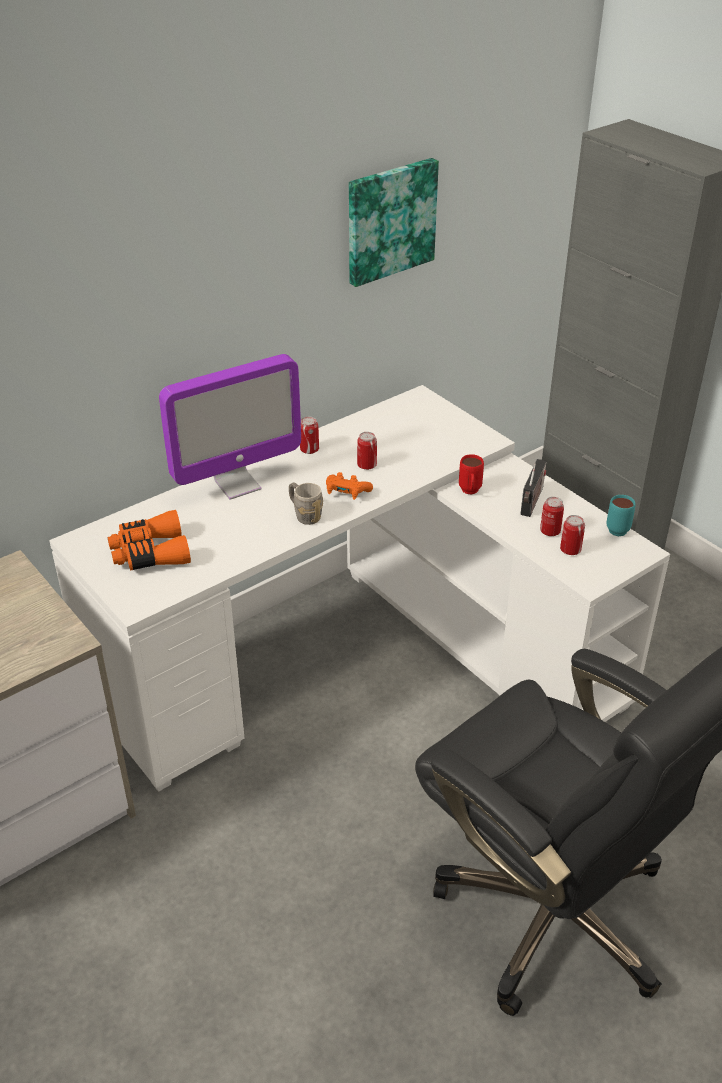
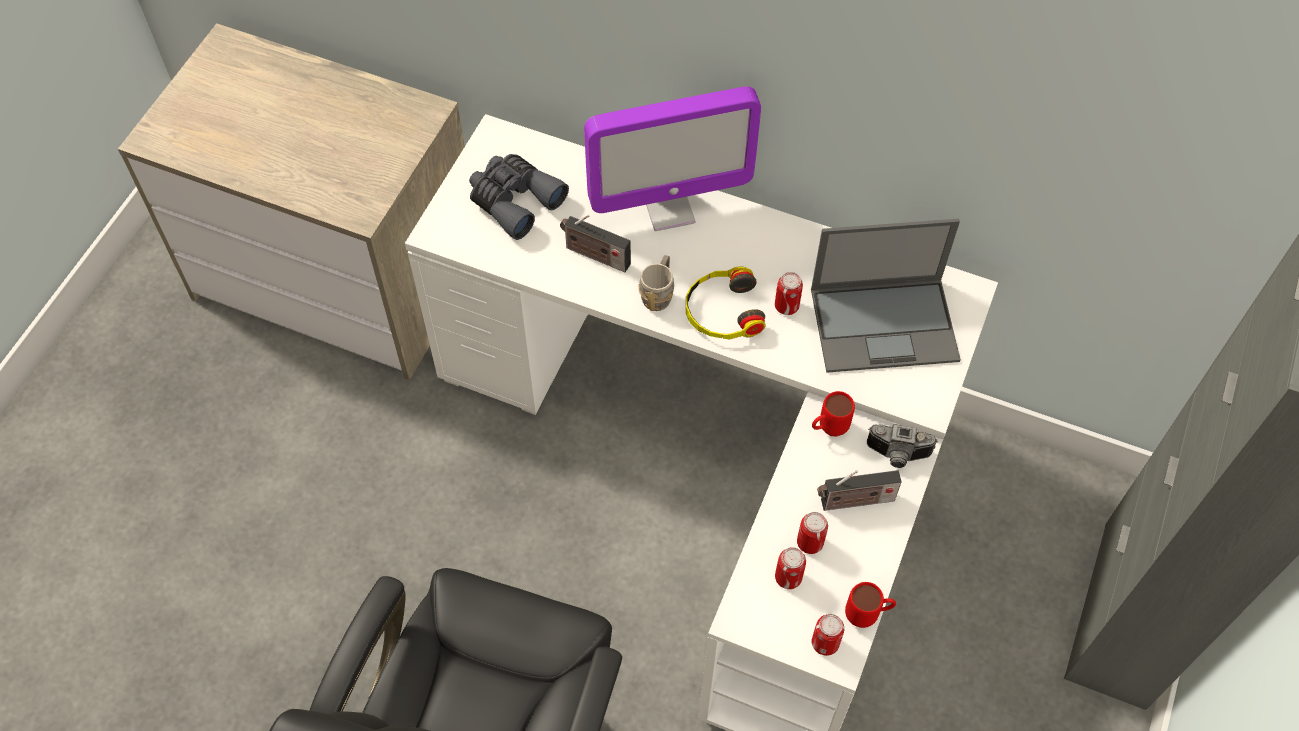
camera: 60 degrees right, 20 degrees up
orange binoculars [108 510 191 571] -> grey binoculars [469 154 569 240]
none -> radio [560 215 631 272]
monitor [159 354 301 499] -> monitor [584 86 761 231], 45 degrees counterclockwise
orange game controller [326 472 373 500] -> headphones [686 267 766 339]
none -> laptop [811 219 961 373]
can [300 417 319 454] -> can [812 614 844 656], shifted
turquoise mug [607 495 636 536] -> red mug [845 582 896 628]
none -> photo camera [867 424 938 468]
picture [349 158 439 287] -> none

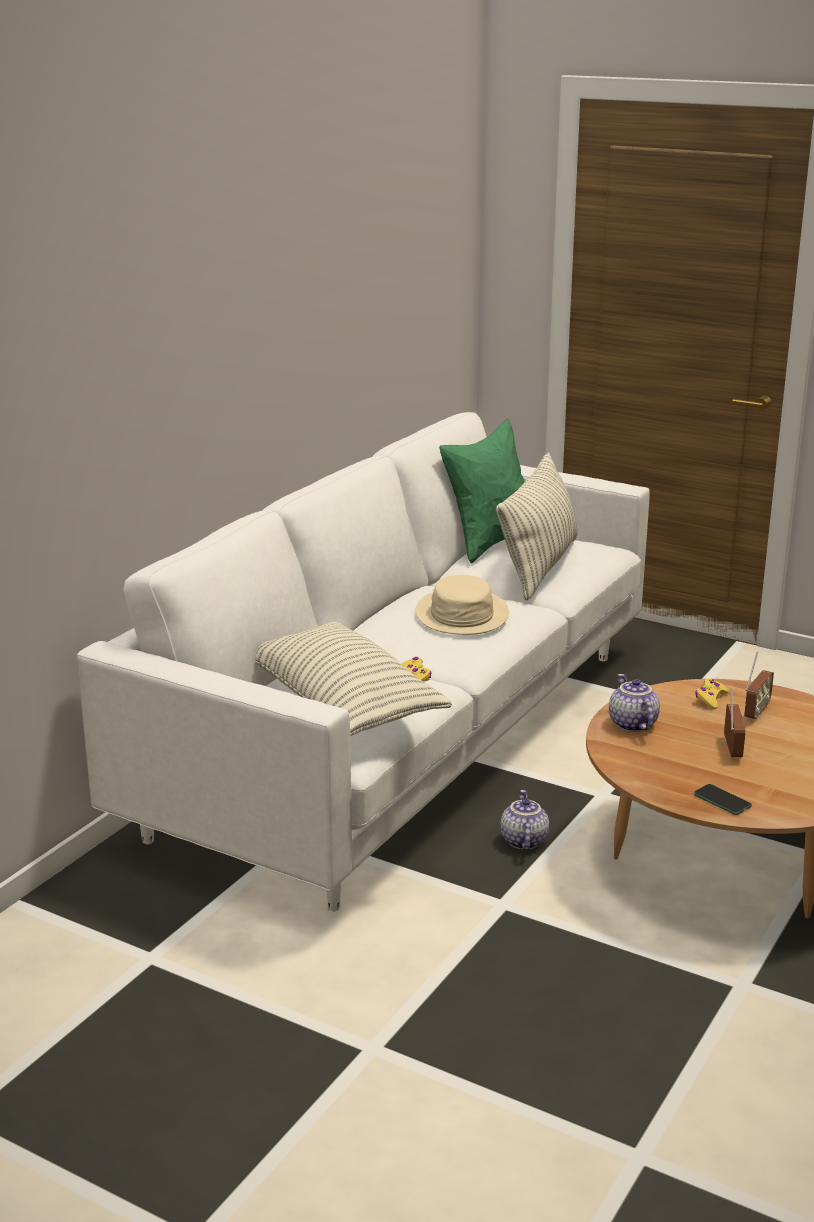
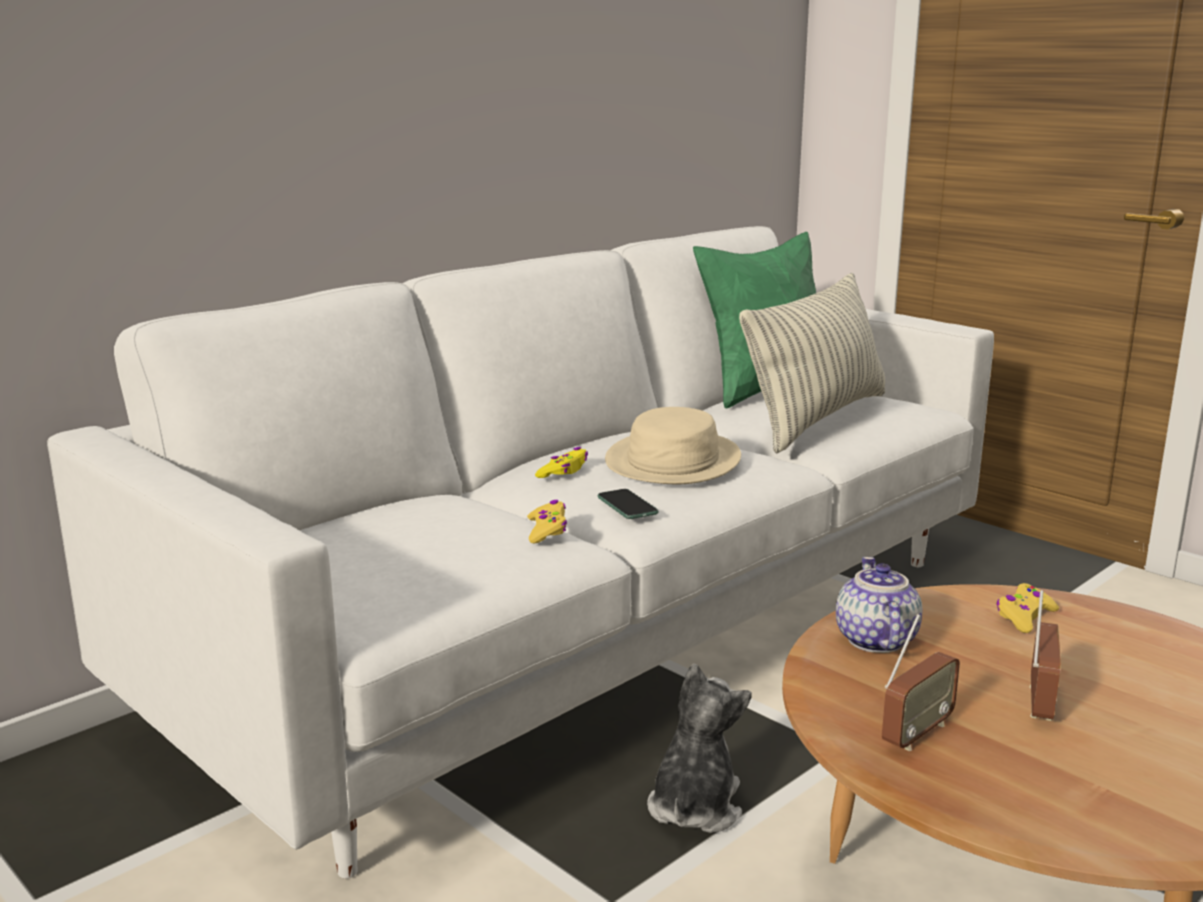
camera: 15 degrees right, 5 degrees down
none -> yellow game controller [535 447 588 478]
phone [694 784 752 815] -> phone [598 489 658 519], shifted
teapot [500 790 549 850] -> plush toy [647 664 751 833]
radio [744 652 774 721] -> radio [882 614 960 751], shifted
pillow [255 622 452 736] -> none

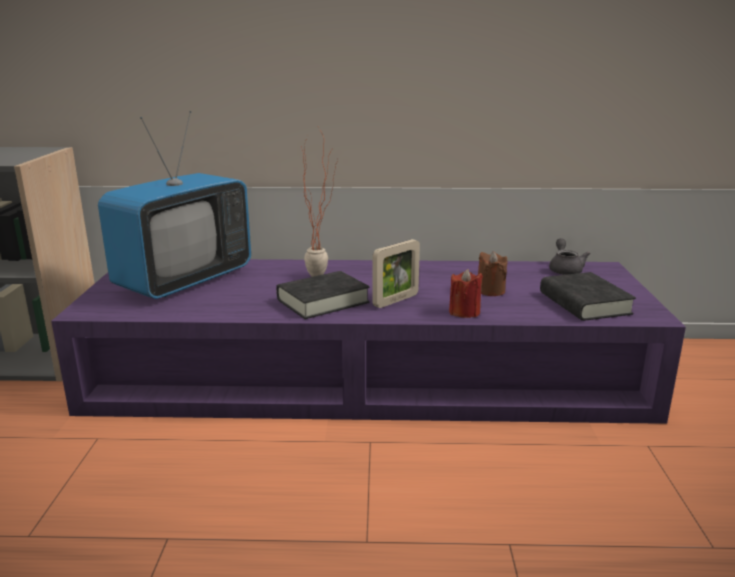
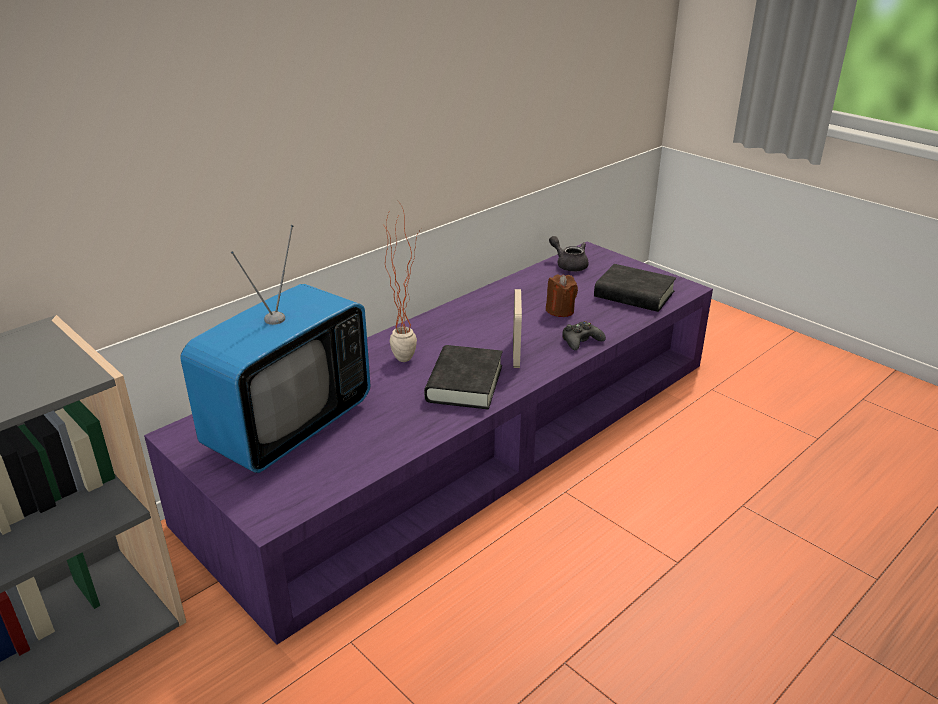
camera: 45 degrees left, 10 degrees up
television [98 111 251 299] -> television [180 225 371 473], 45 degrees clockwise
red candle [449 269 483 318] -> black game controller [562 321 606 350]

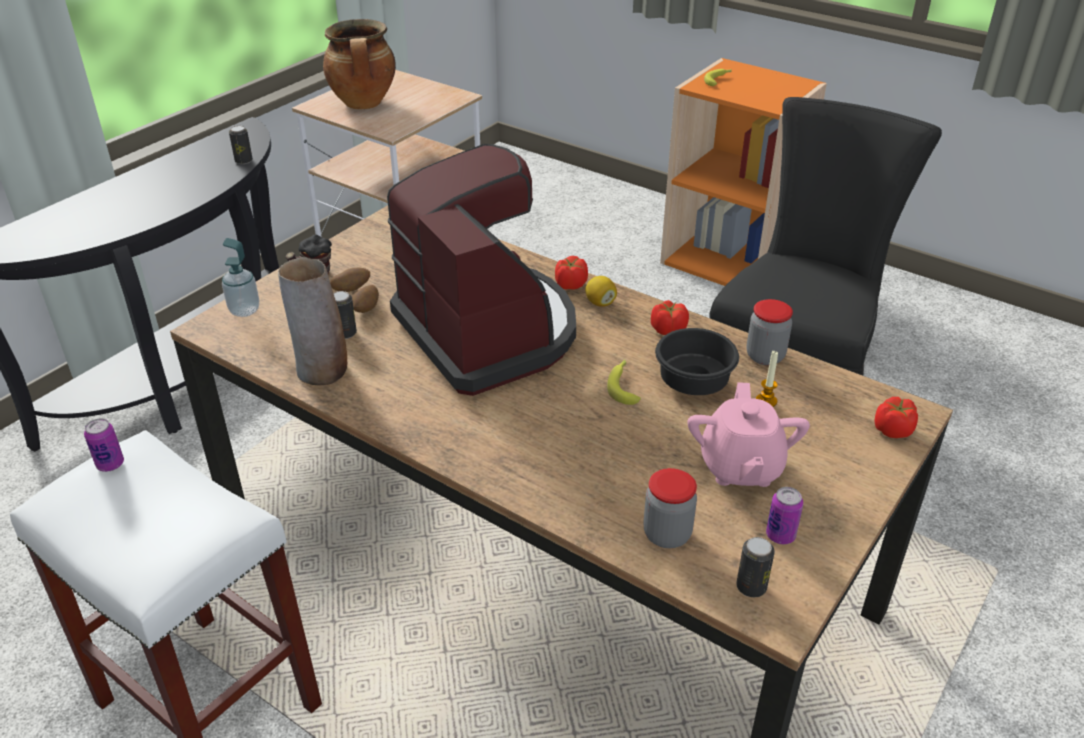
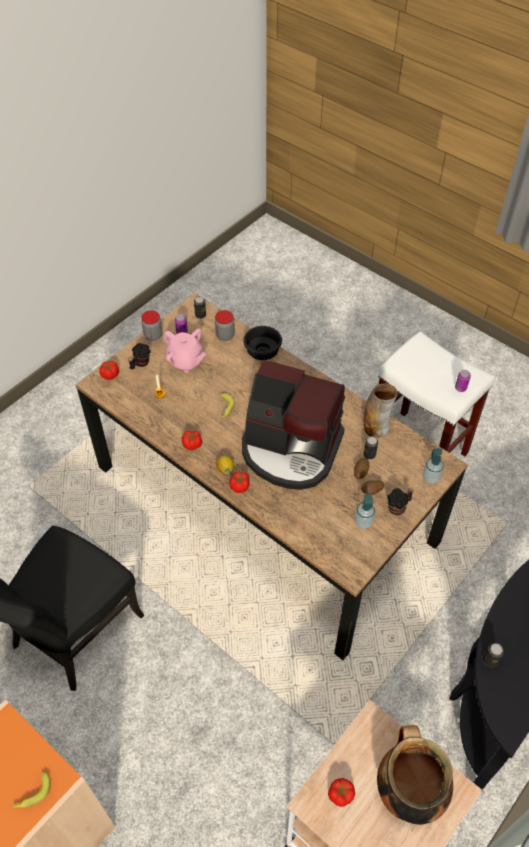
camera: 175 degrees left, 15 degrees up
none -> mug [128 343 151 370]
jar [746 299 793 365] -> jar [141 310 162 341], shifted
pink teapot [688 382 810 487] -> pink teapot [163 329 207 373], 120 degrees clockwise
coffee machine [387 144 576 396] -> coffee machine [242 360 345 490], 45 degrees counterclockwise
black bowl [655 328 739 395] -> black bowl [243 326 282 360], shifted
none -> tomato [328 778 355 807]
none -> soap dispenser [355 494 375 529]

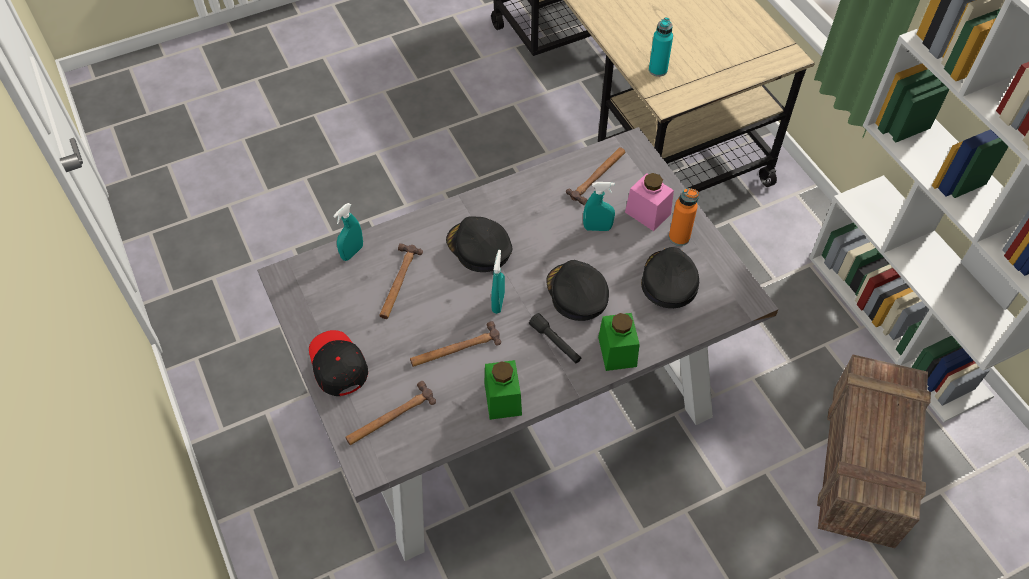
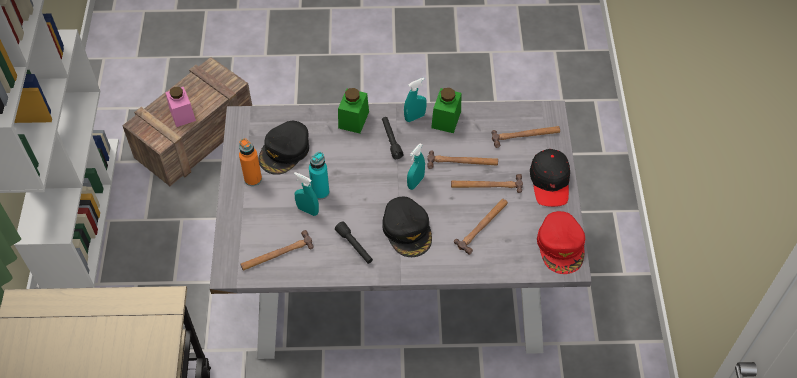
camera: 155 degrees left, 0 degrees up
pink jar [625 173 674 231] -> pink jar [165 87 196 127], shifted
turquoise bottle [649 17 673 77] -> turquoise bottle [309 152 329 199], shifted
none -> black flashlight [335 221 373 264]
turquoise spray bottle [333 203 363 261] -> turquoise spray bottle [404 77 427 122], shifted
none -> hammer [451 174 523 193]
none -> red cap [537 211 585 274]
black cap [546 260 609 321] -> none

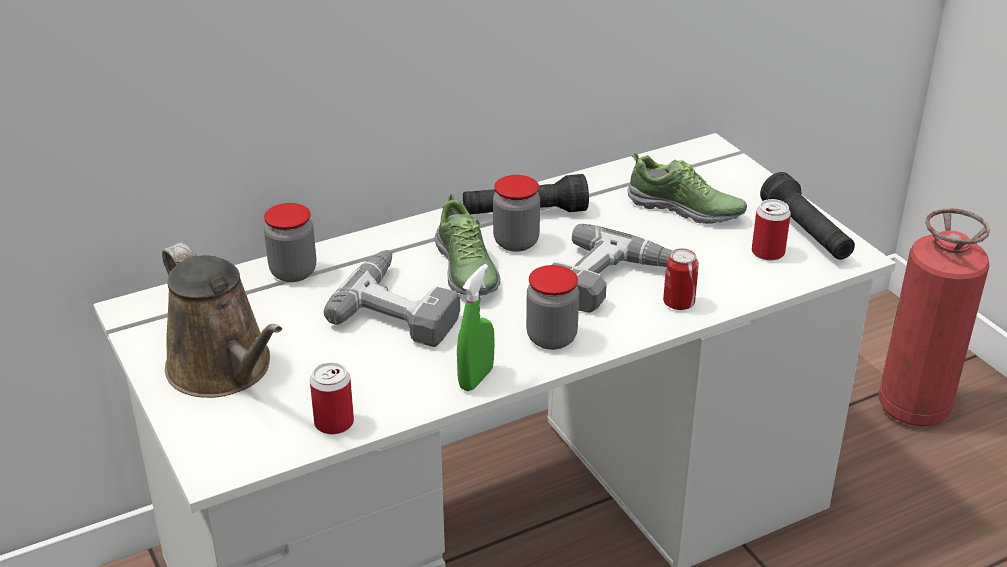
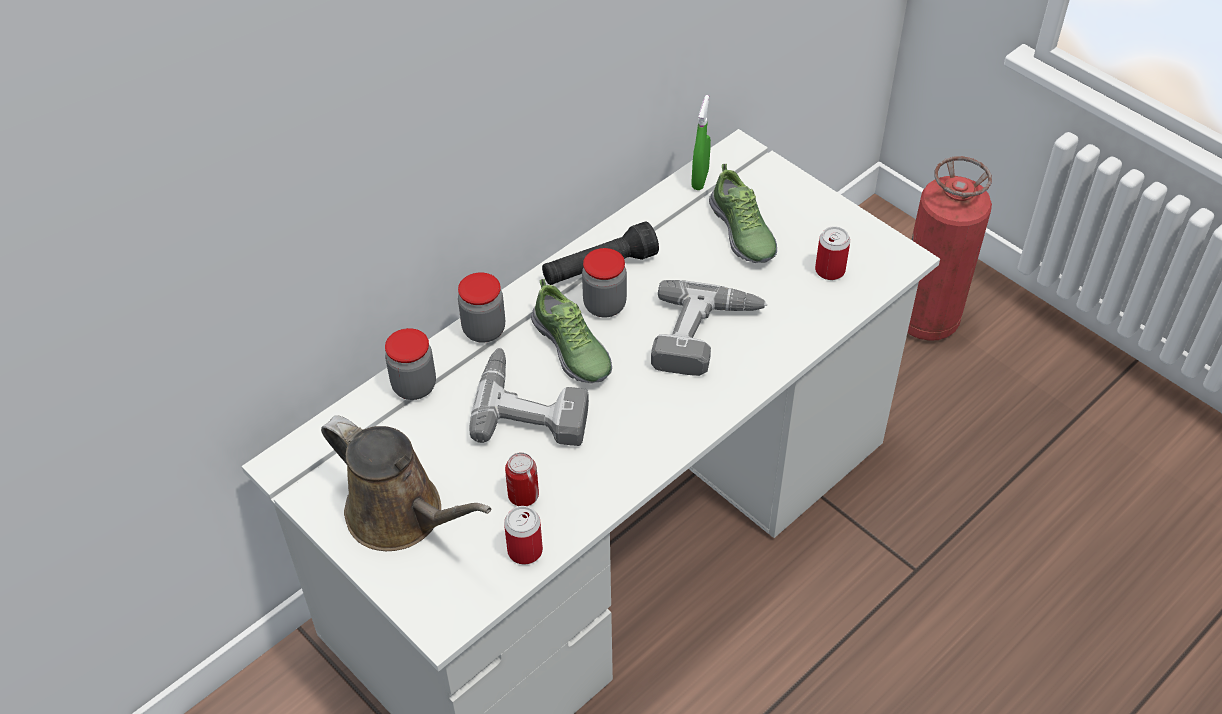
camera: 15 degrees left, 15 degrees up
jar [526 265 579 350] -> jar [458 273 505 343], shifted
can [663 248 699 310] -> can [505 452 539 506], shifted
green spray bottle [457 264 495 391] -> green spray bottle [692 95 711 190], shifted
shoe [627 152 747 224] -> shoe [709 164 777 263], 60 degrees clockwise
black flashlight [760 172 855 260] -> none

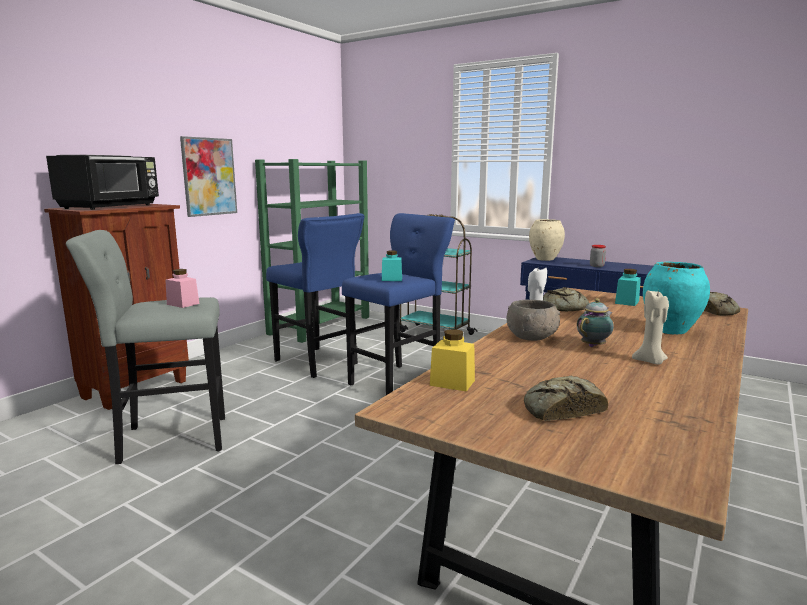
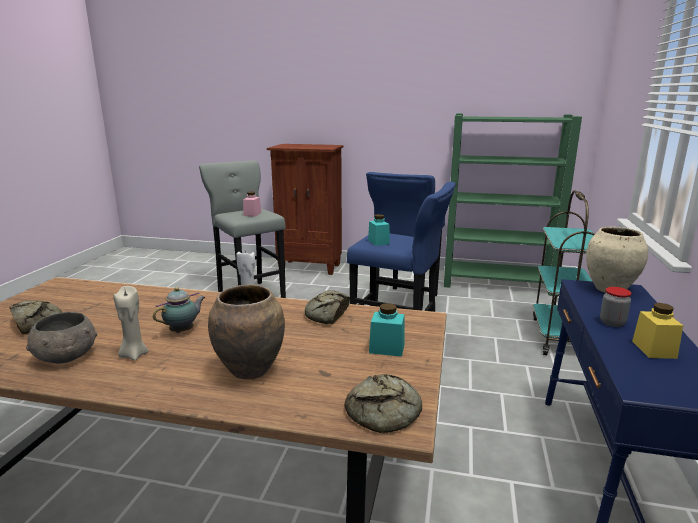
camera: 70 degrees right, 5 degrees up
grey bowl [507 299 560 341] -> grey bowl [26 312 97 363], shifted
teapot [577 298 614 347] -> teapot [153 287 205 333], 75 degrees counterclockwise
turquoise vase [643 262 710 334] -> brown vase [208 284 285 379]
yellow jar [430 329 475 392] -> yellow jar [632 303 683 359], shifted
black microwave [46 155 159 210] -> none
picture [180 136 237 217] -> none

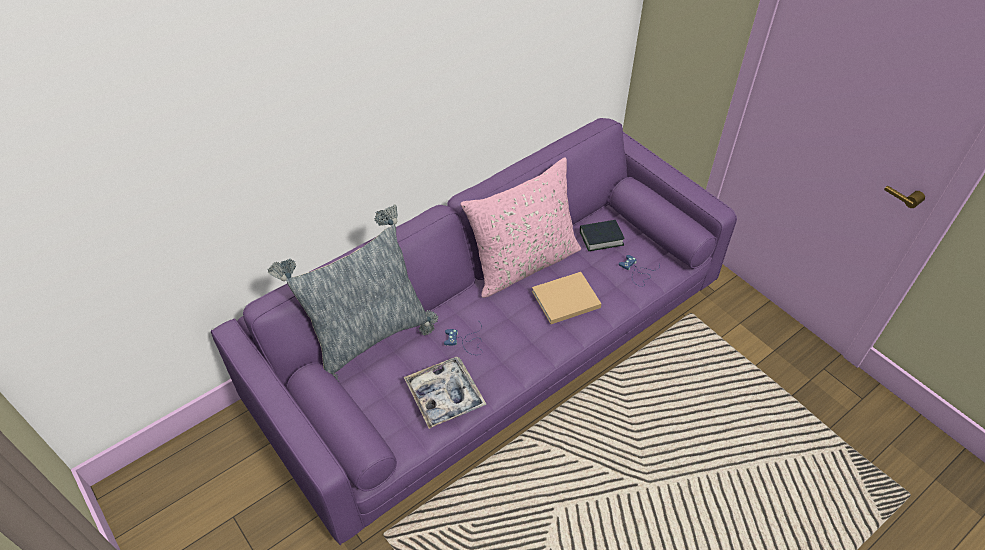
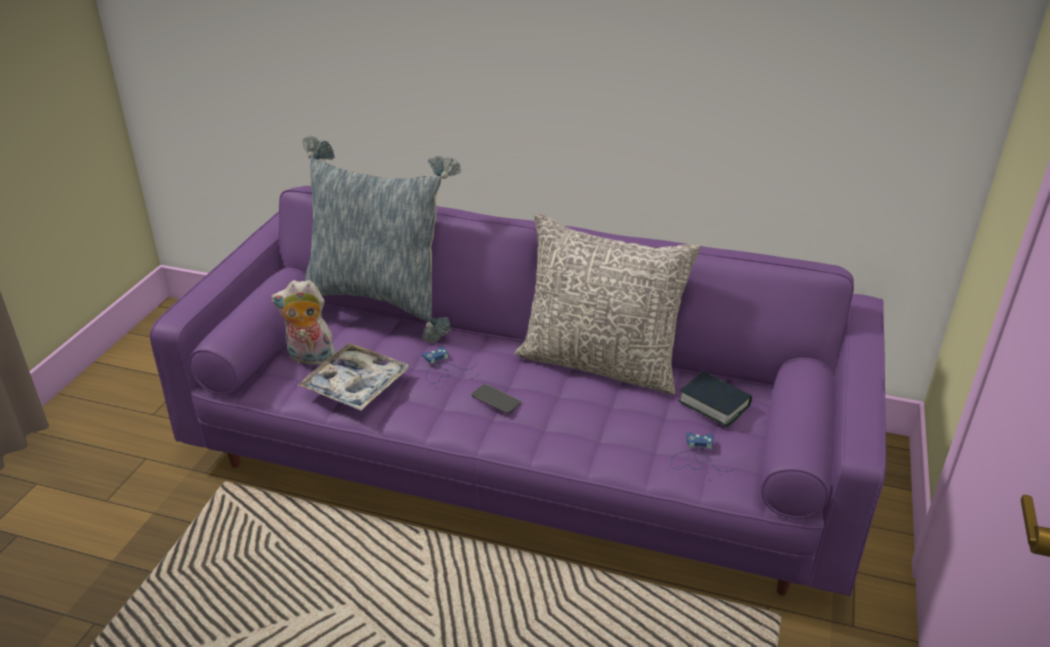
camera: 55 degrees right, 15 degrees down
none -> plush toy [271 280 338 365]
none -> phone [471 384 521 413]
pink pillow [460 157 581 298] -> grey pillow [515 213 701 395]
beige book [532 272 601 324] -> none

